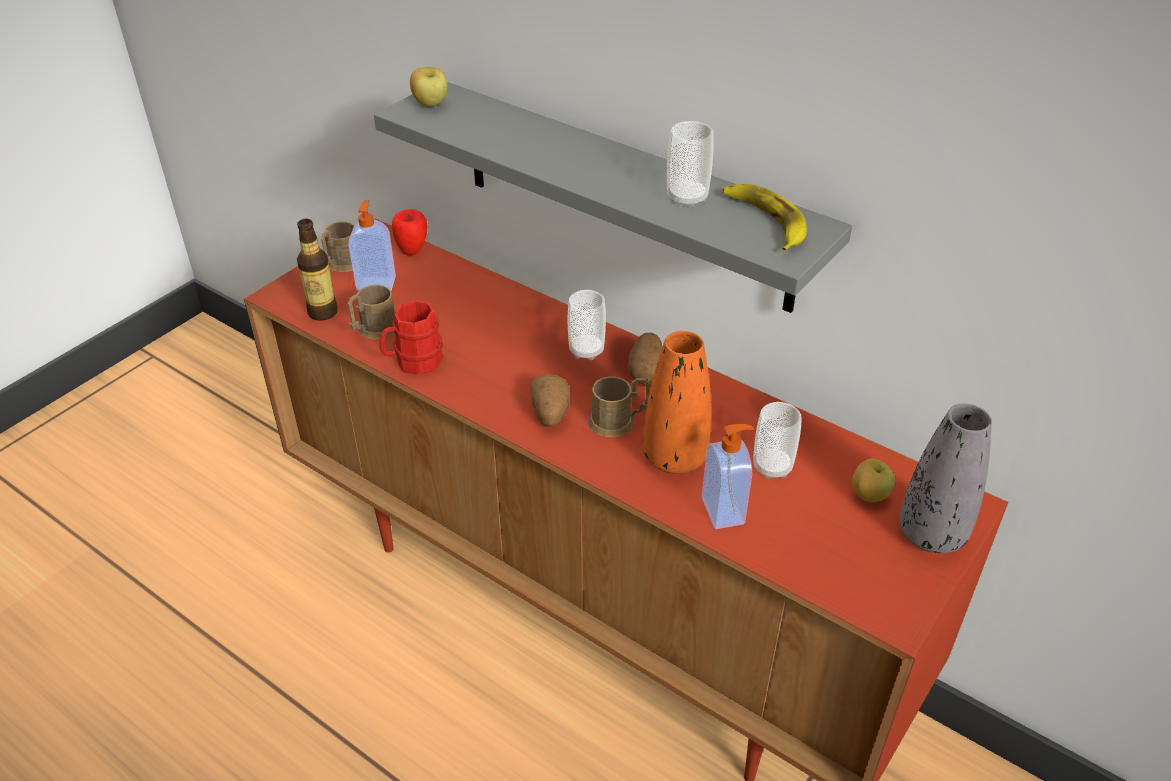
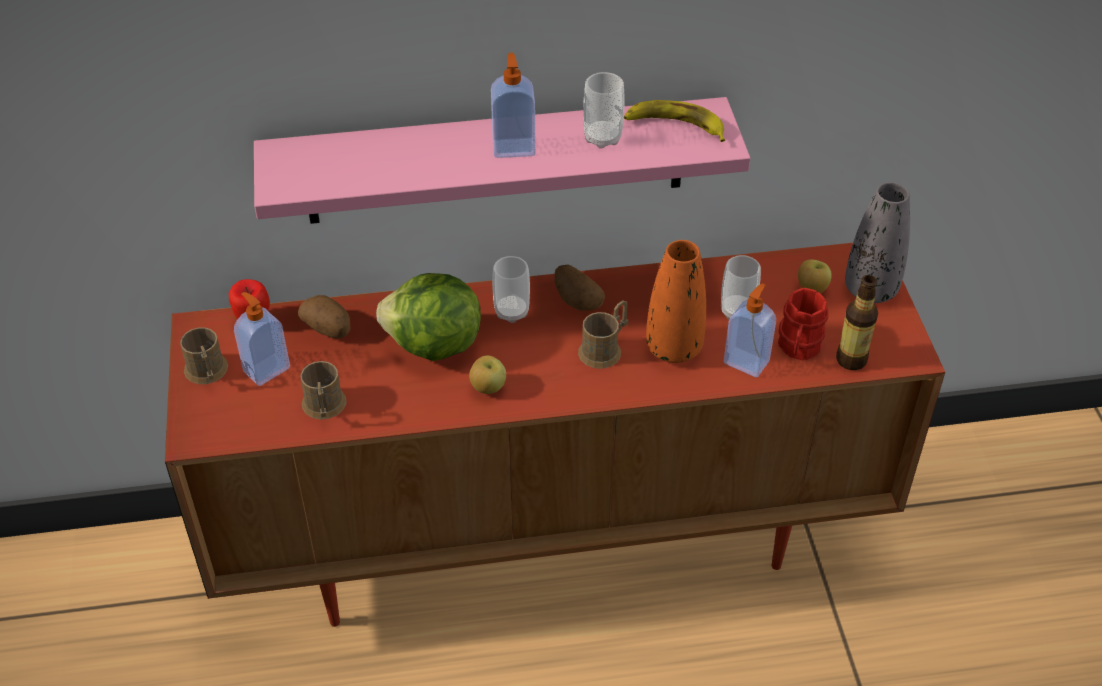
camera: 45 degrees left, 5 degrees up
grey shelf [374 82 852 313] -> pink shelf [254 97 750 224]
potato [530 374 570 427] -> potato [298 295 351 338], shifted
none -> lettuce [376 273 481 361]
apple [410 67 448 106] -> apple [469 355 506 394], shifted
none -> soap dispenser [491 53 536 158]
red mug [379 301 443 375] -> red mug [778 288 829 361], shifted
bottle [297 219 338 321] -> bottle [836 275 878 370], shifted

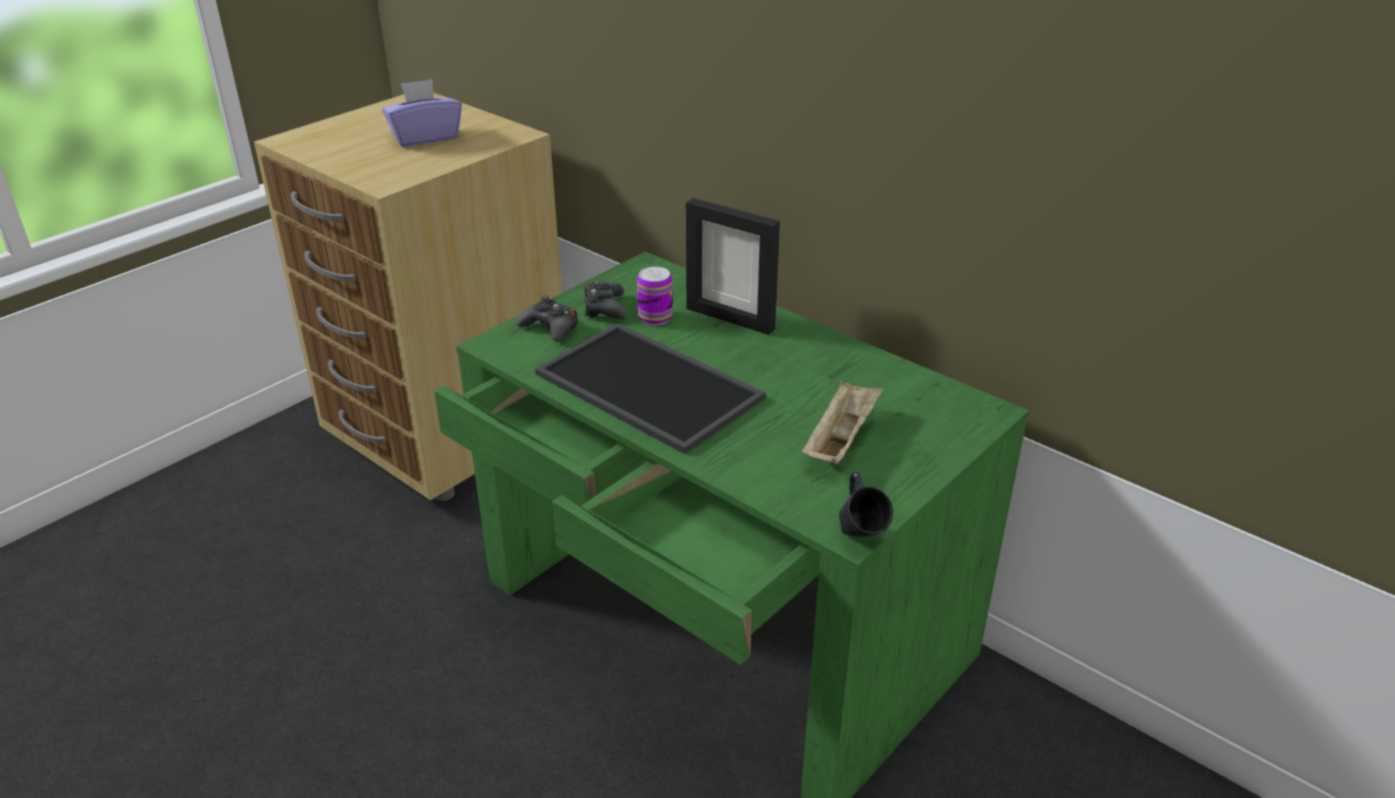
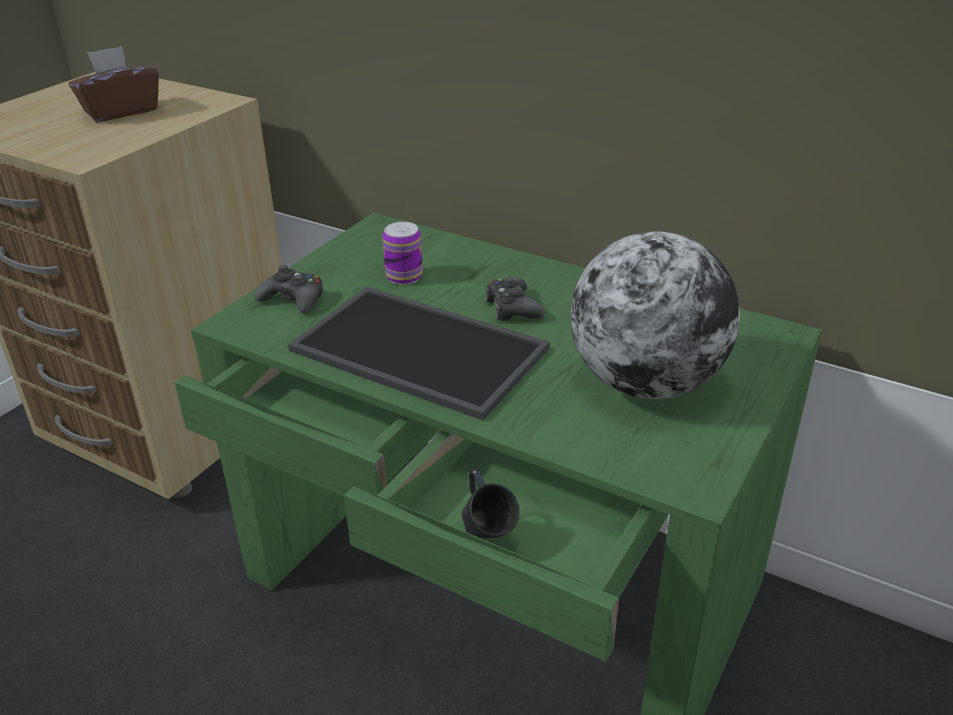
camera: 10 degrees left, 0 degrees up
purple tissue box [382 79 462 147] -> brown tissue box [69 46 159 122]
blue mug [839 472 893 537] -> blue mug [462 468 520 538], shifted
black game controller [584 281 626 319] -> black game controller [484 277 545 321], shifted
beige tray [802 380 883 464] -> globe [570 231 740 399]
picture frame [686 198 780 335] -> none

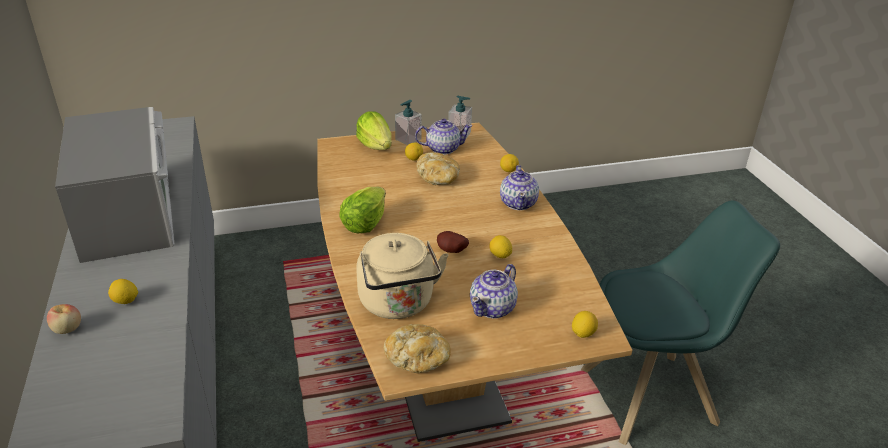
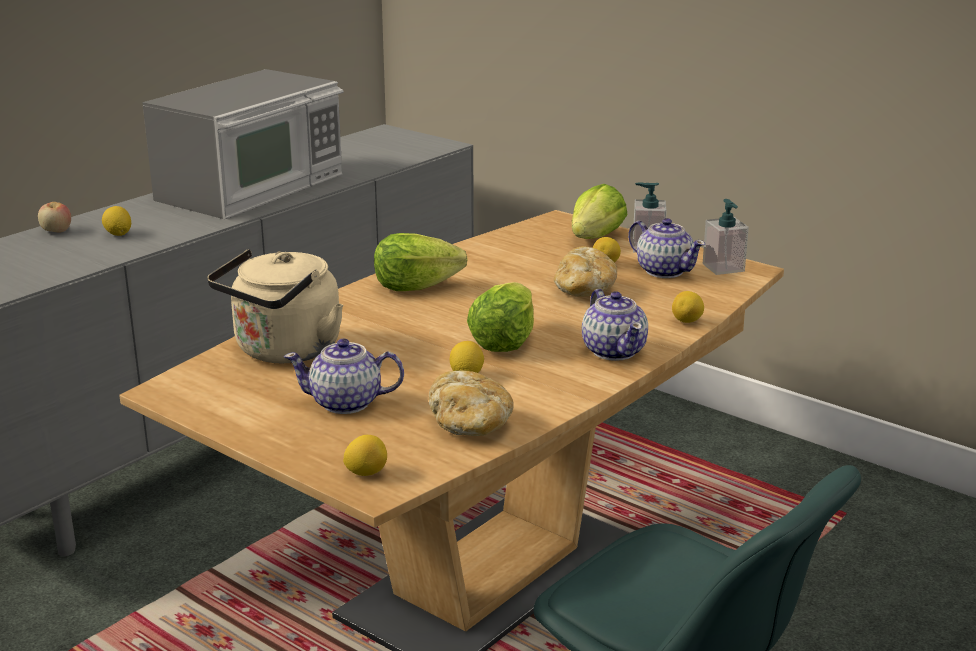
camera: 55 degrees right, 10 degrees down
bread [384 324 451 373] -> bread [429 371 514 436], shifted
none -> lettuce [467 282 534 352]
teapot [500 165 539 210] -> teapot [582 289 648 361], 75 degrees counterclockwise
potato [437 231 469 253] -> none

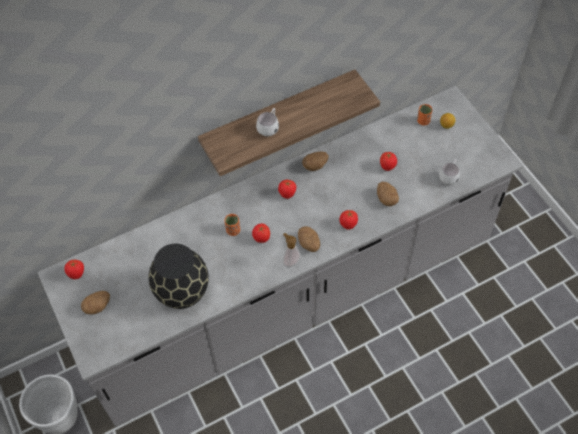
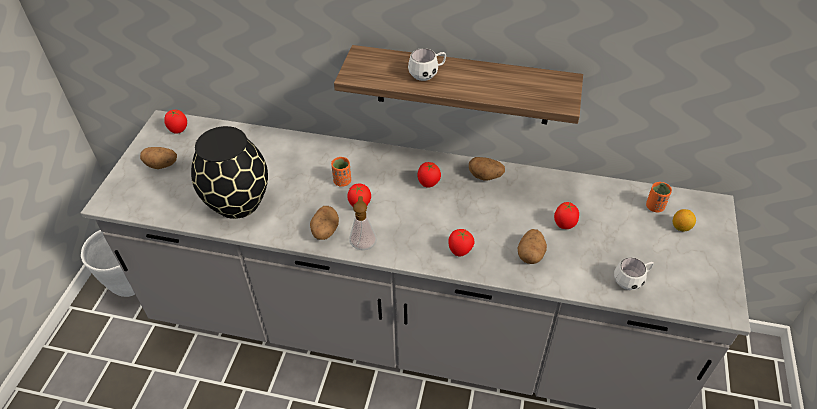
camera: 40 degrees right, 10 degrees down
potato [298 226 320 252] -> potato [310 206 339 240], shifted

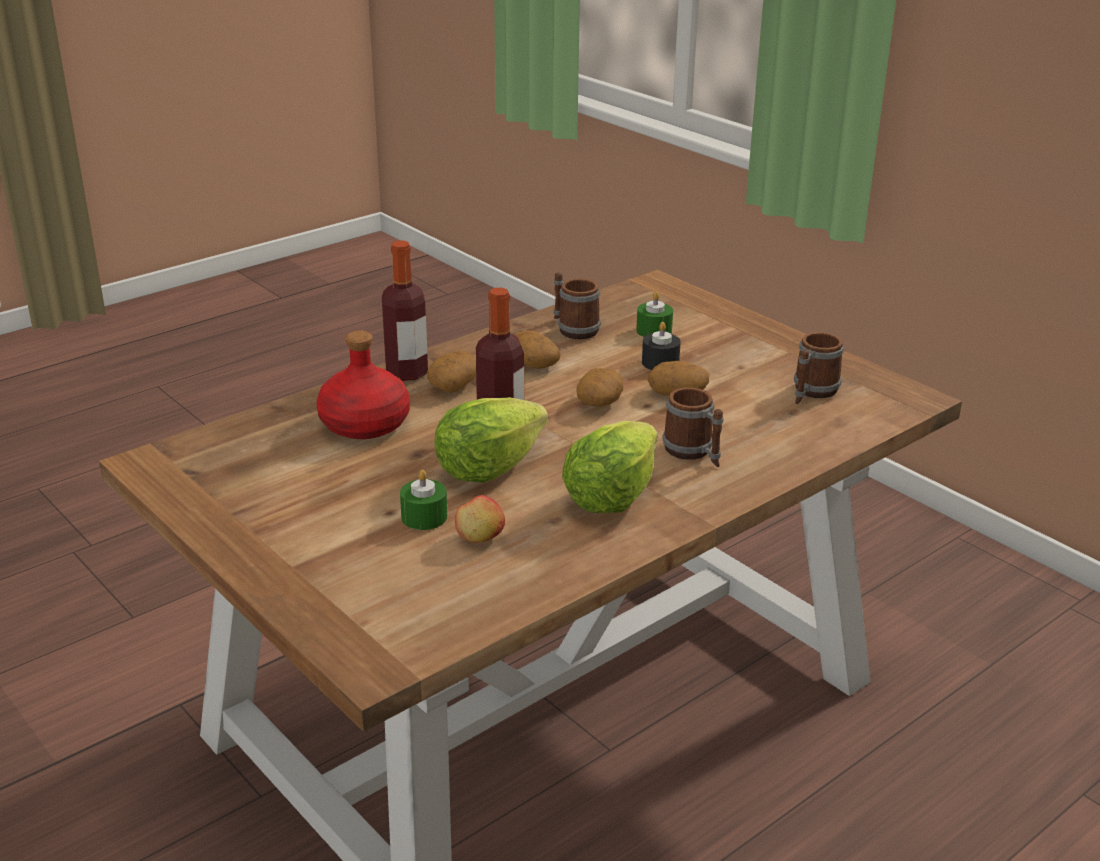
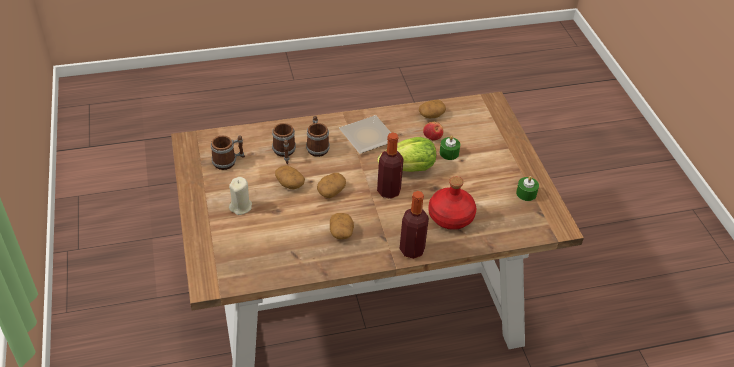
camera: 155 degrees left, 15 degrees up
none -> beige candle [229 177 252 215]
mug [554 272 601 339] -> mug [272 123 296 164], shifted
lettuce [562 421 658 513] -> plate [339 115 391 154]
potato [427 351 476 393] -> potato [419 100 446 118], shifted
green candle [636 291 673 337] -> green candle [516 176 539 201], shifted
black candle [642 322 681 370] -> none

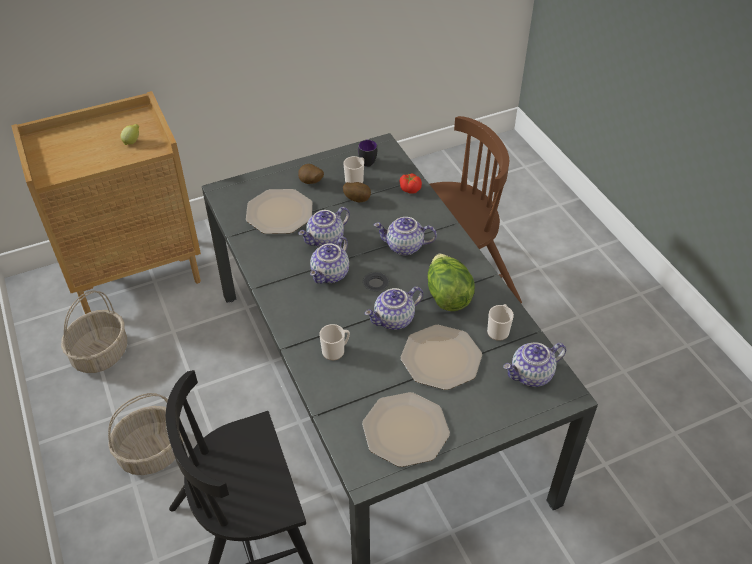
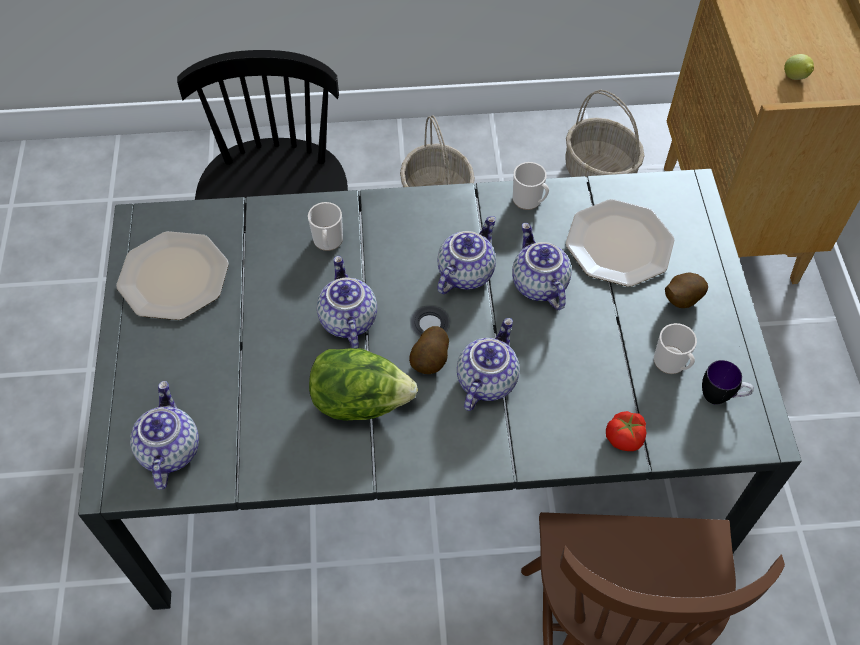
camera: 110 degrees right, 10 degrees up
potato [343 182 371 202] -> potato [409 326 449 374], shifted
teapot [310 236 349 284] -> teapot [437 216 496 294], 75 degrees clockwise
mug [487 304 514 341] -> mug [513 162 549 210], shifted
plate [401 325 482 390] -> none

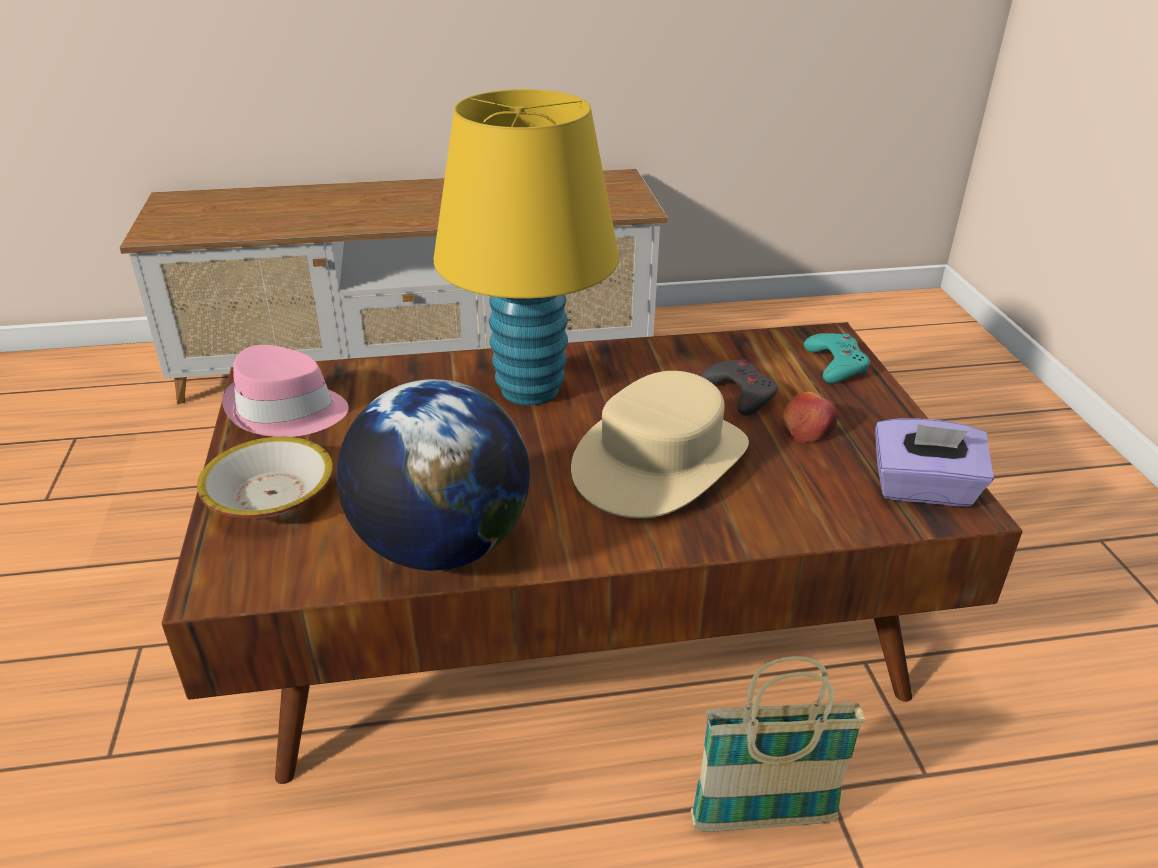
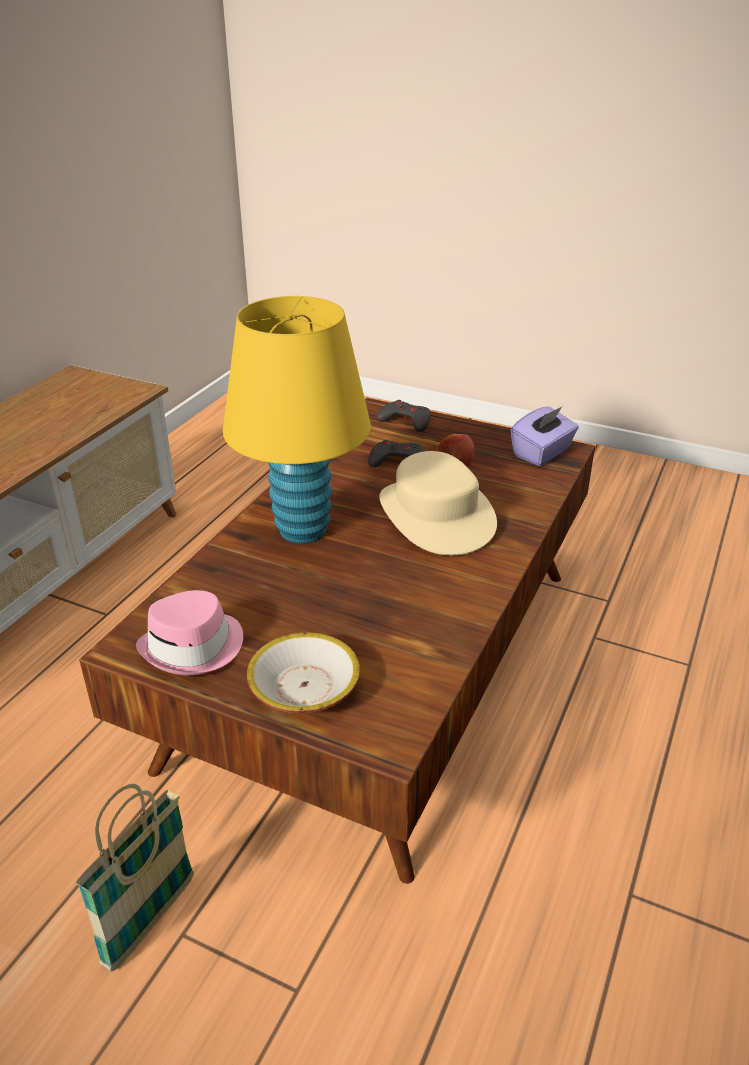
camera: 55 degrees left, 0 degrees up
basket [691 656 866 832] -> basket [76 784 194 972], shifted
turquoise game controller [804 333 870 383] -> grey game controller [376 400 431 432]
globe [337 379 530 570] -> none

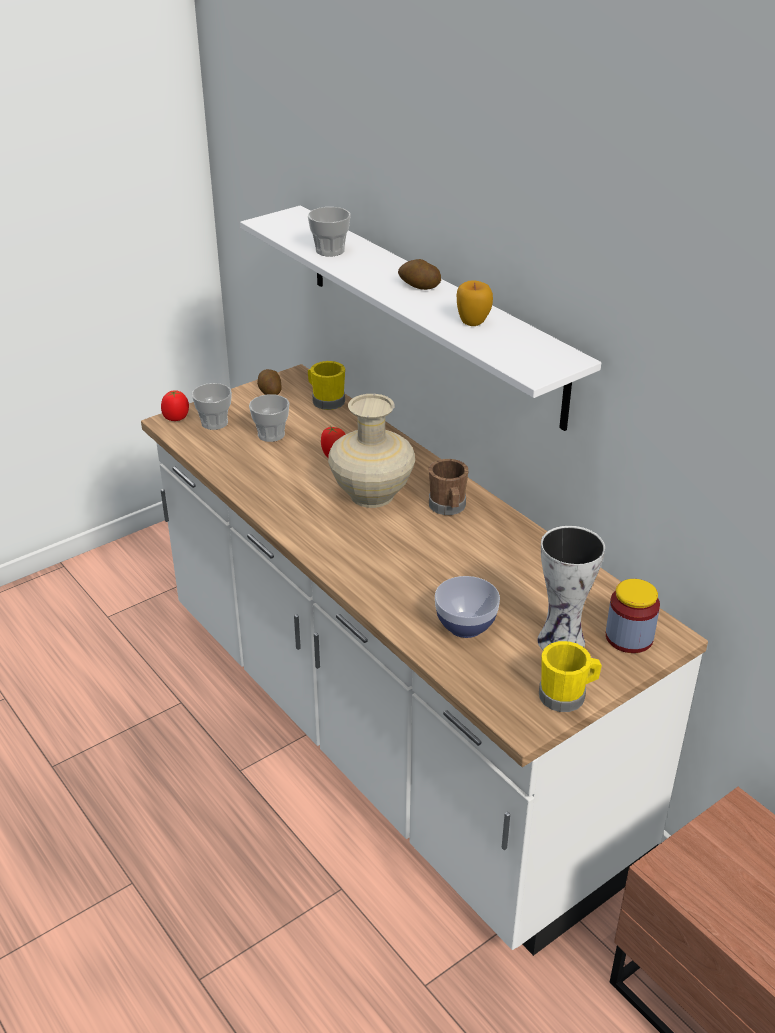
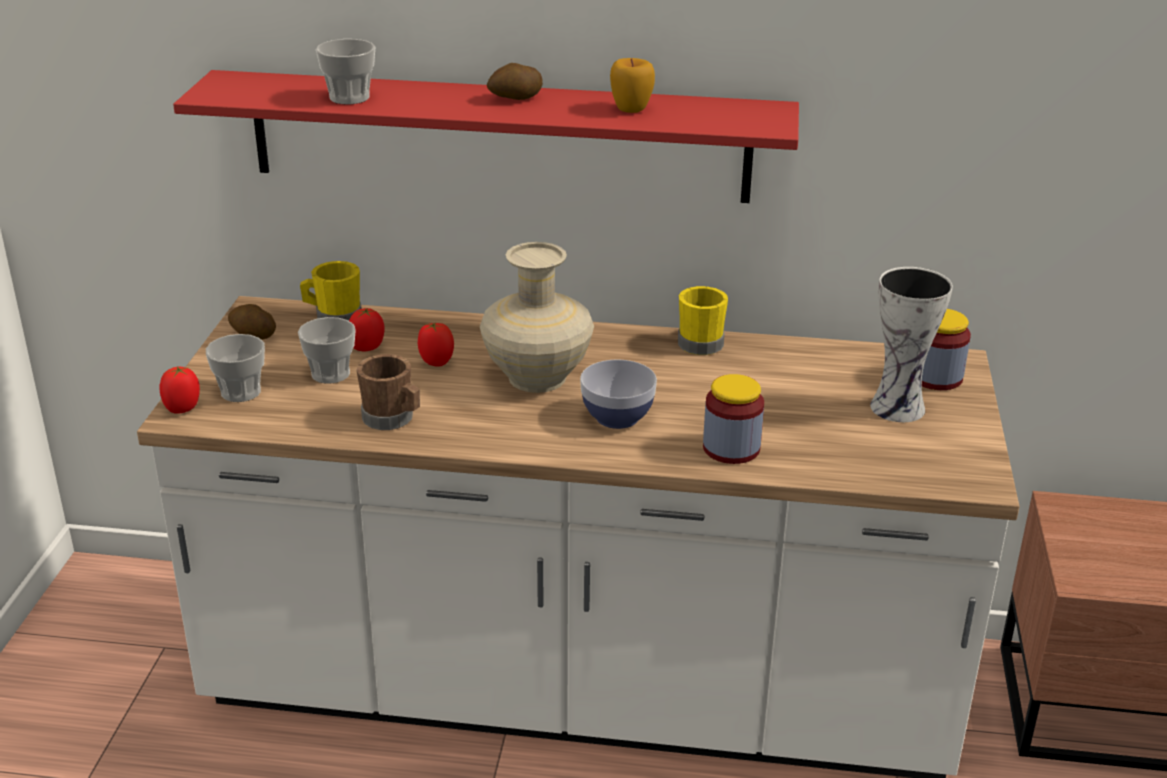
camera: 45 degrees left, 5 degrees down
white shelf [240 205 601 431] -> red shelf [173 70 799 203]
none -> tomato [349 308 385 351]
brown mug [429 459 468 515] -> brown mug [357 354 420 430], shifted
bowl [435 576 500 638] -> bowl [580 359 657 429], shifted
yellow mug [539 641 602 712] -> yellow mug [678 286 728 355], shifted
none -> jar [703 374 764 464]

